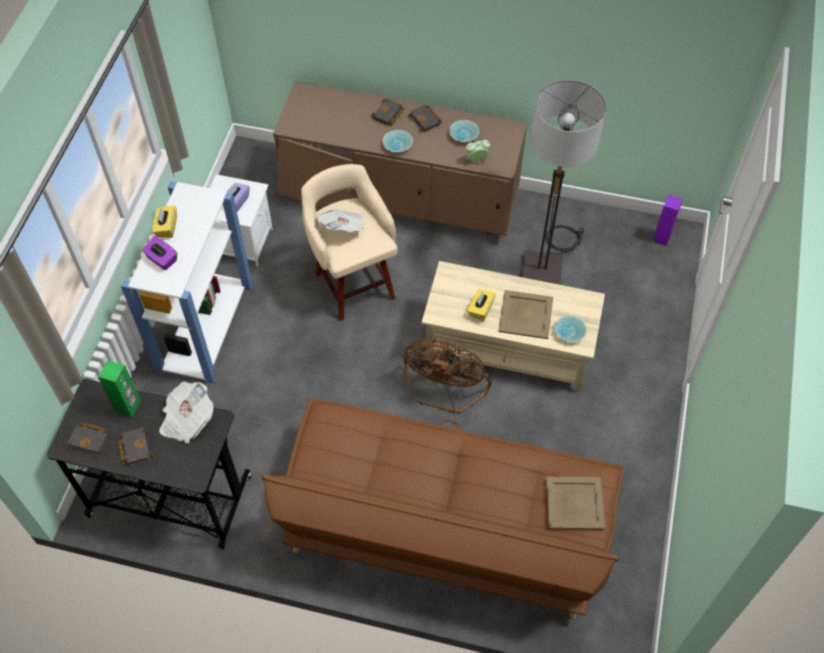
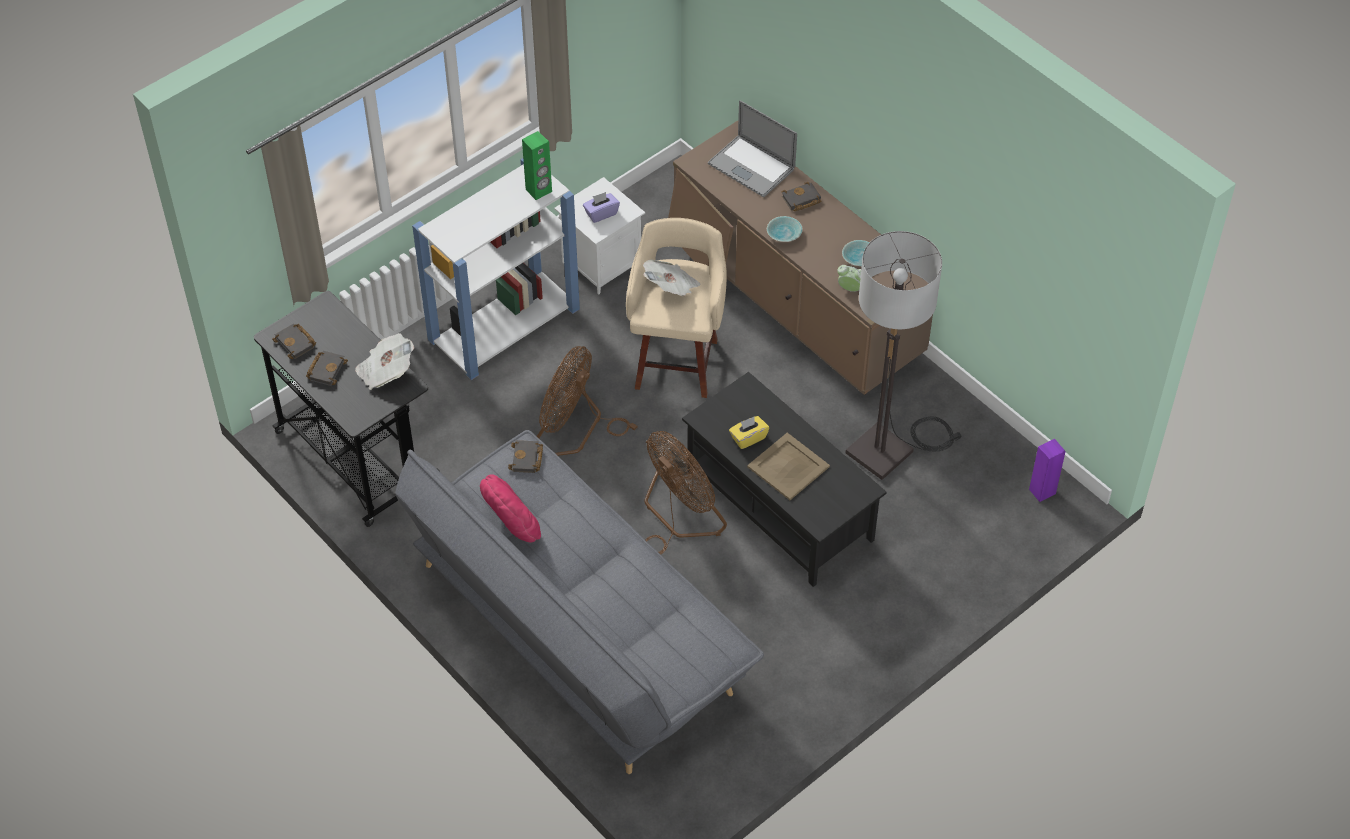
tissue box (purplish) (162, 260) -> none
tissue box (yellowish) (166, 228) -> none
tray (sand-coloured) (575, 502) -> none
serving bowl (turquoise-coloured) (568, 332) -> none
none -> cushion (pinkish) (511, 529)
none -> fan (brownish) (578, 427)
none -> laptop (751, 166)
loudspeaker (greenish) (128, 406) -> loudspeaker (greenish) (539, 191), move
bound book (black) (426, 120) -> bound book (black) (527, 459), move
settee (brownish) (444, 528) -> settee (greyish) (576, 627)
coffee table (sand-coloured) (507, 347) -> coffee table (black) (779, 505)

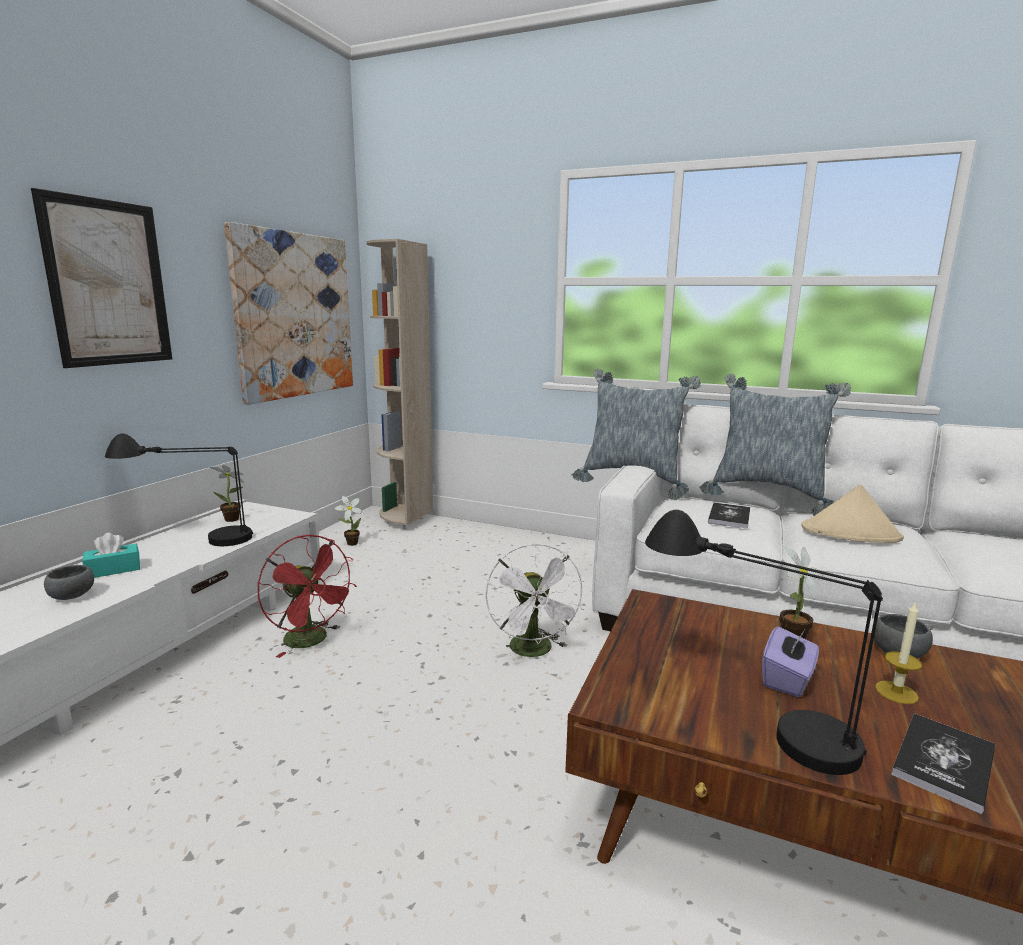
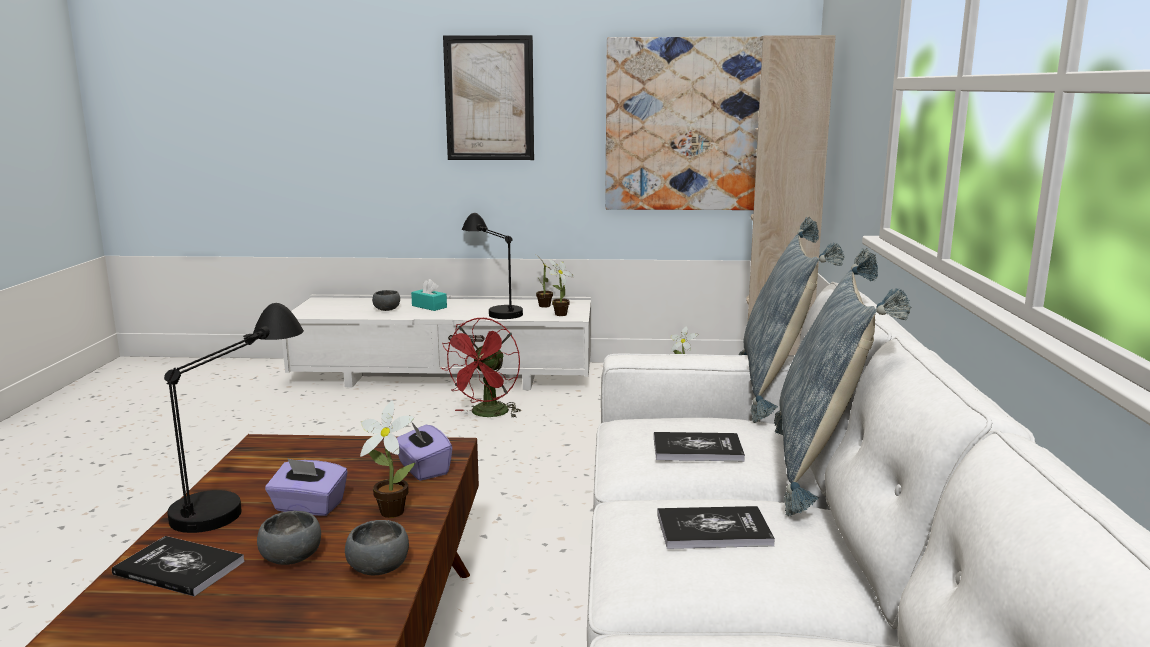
fan (white-coloured) (534, 652) -> none
none -> tissue box (purplish) (423, 469)
none -> houseplant (559, 315)
hat (sand-coloured) (851, 533) -> bound book (713, 530)
wax light (896, 692) -> serving bowl (greyish) (293, 559)

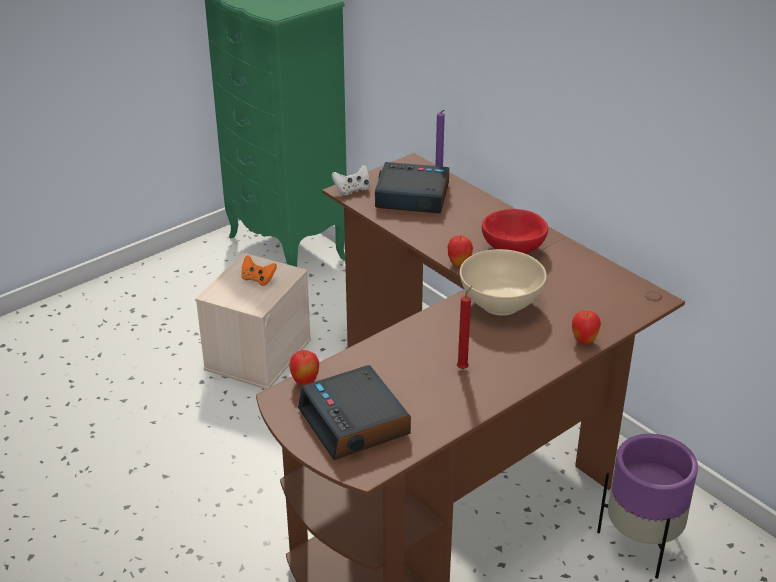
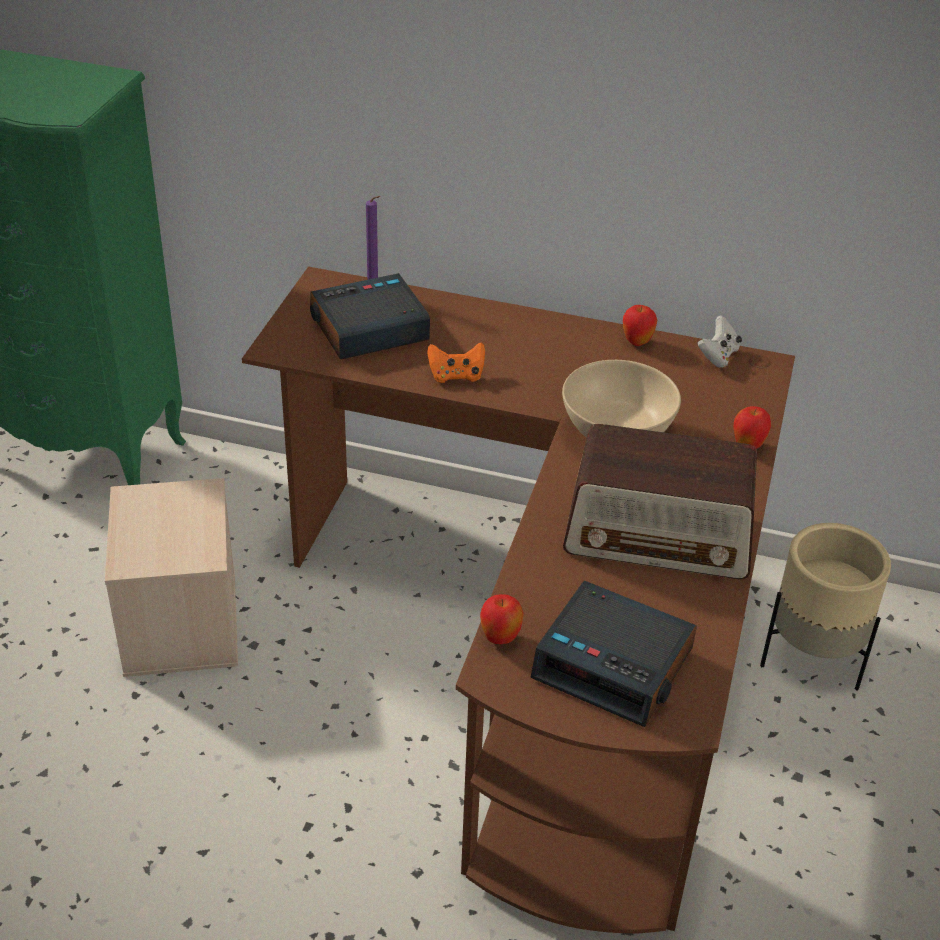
serving bowl (red-coloured) (513, 248) -> none
game controller (orangey) (258, 279) -> game controller (orangey) (456, 376), move
game controller (white-coloured) (352, 190) -> game controller (white-coloured) (718, 356), move
whole apple (459, 264) -> whole apple (637, 342), move
wax light (red-coloured) (463, 368) -> radio receiver (659, 535)
planter (purplish) (641, 544) -> planter (sand-coloured) (812, 659)

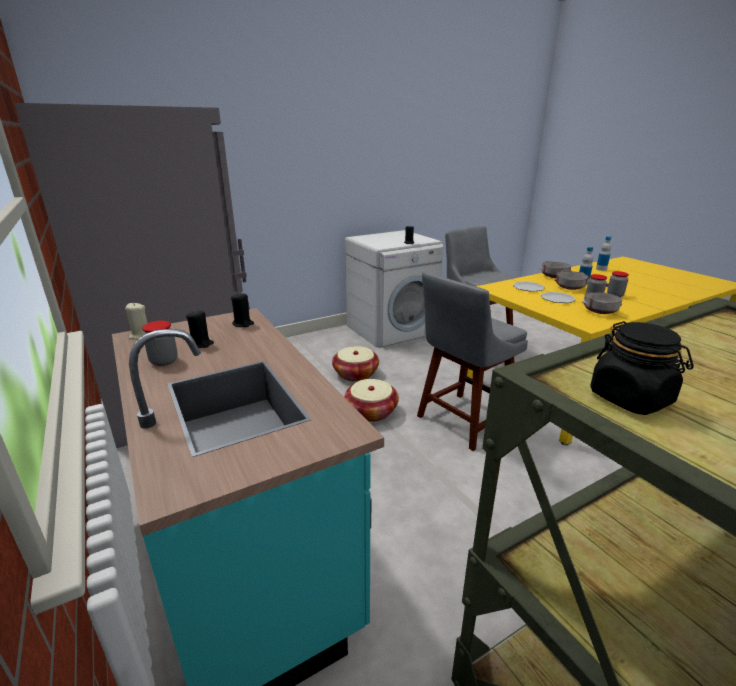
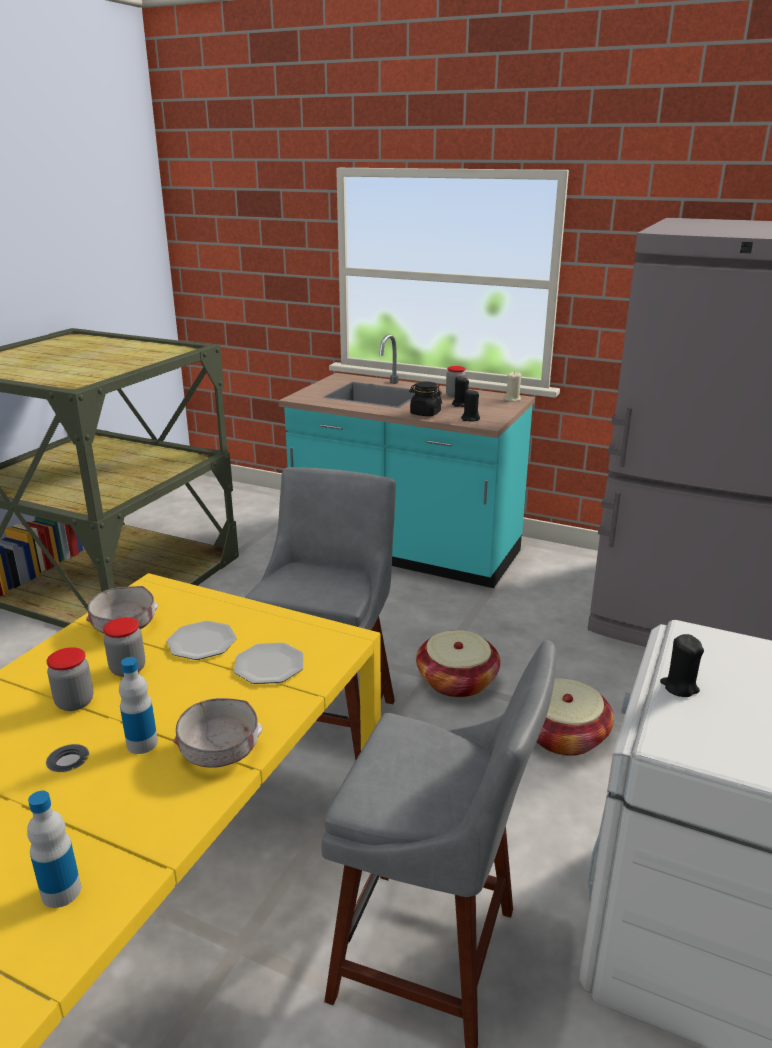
serving bowl (greyish) (569, 288) -> none
jar (black) (631, 398) -> jar (black) (425, 413), move

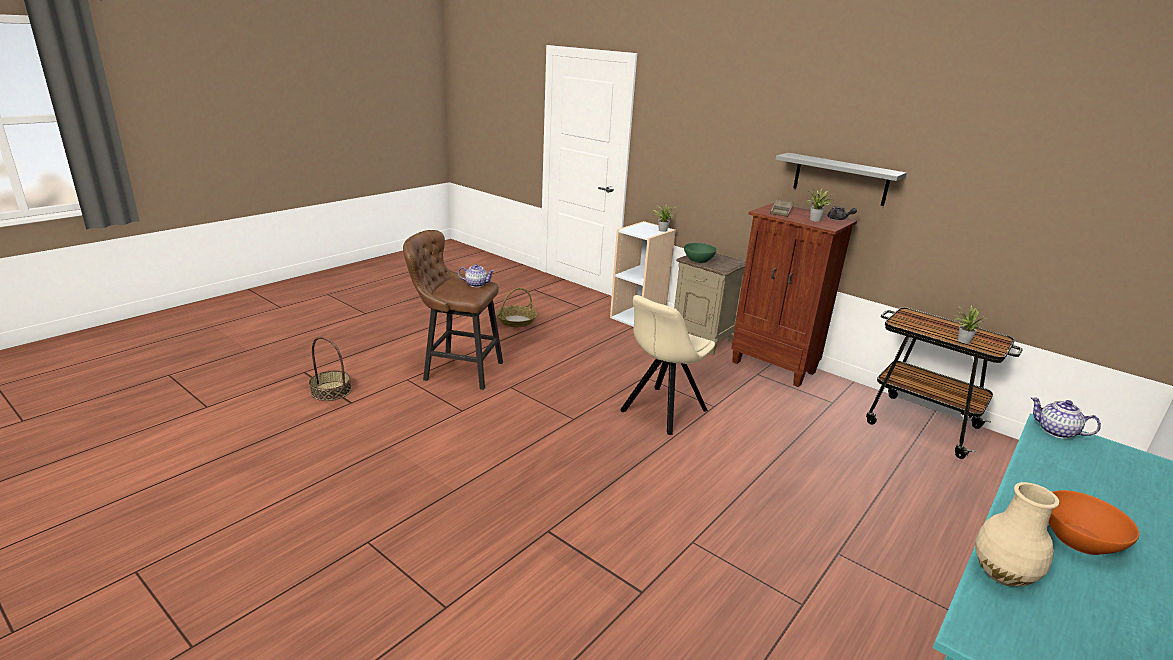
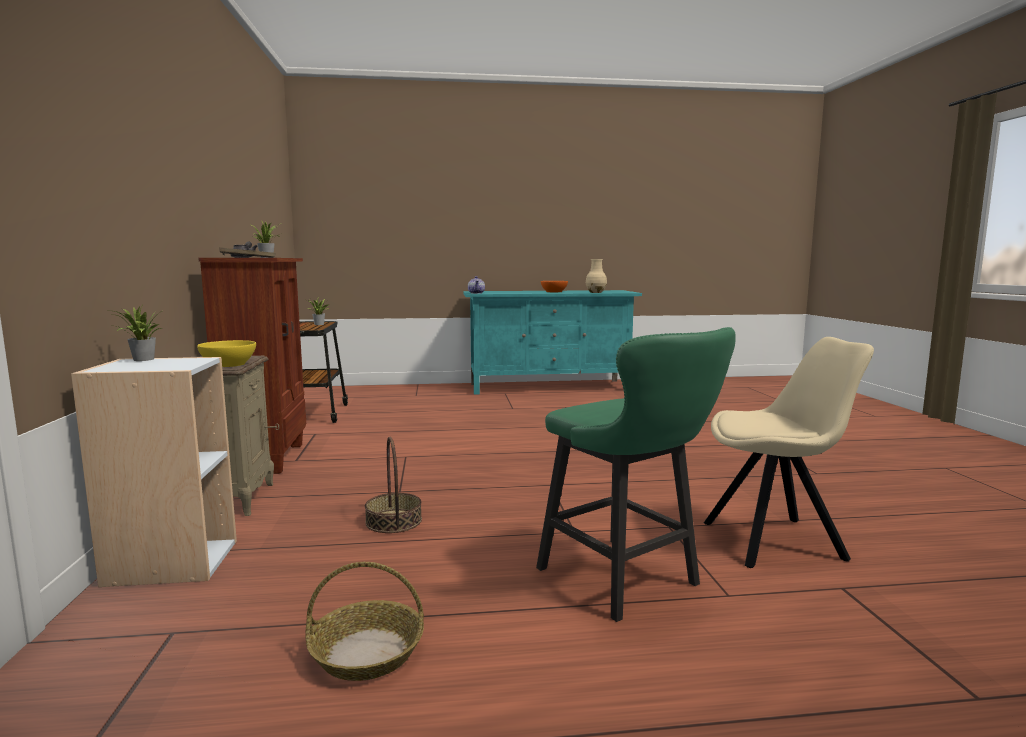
tea pot (476, 284) -> none
bracket shelf (greyish) (840, 179) -> none
basket (331, 391) -> basket (394, 521), move
chair (sand-coloured) (662, 410) -> chair (sand-coloured) (774, 541), move
stool seat (brownish) (454, 369) -> stool seat (greenish) (630, 584)
serving bowl (greenish) (698, 259) -> serving bowl (yellowish) (228, 364)

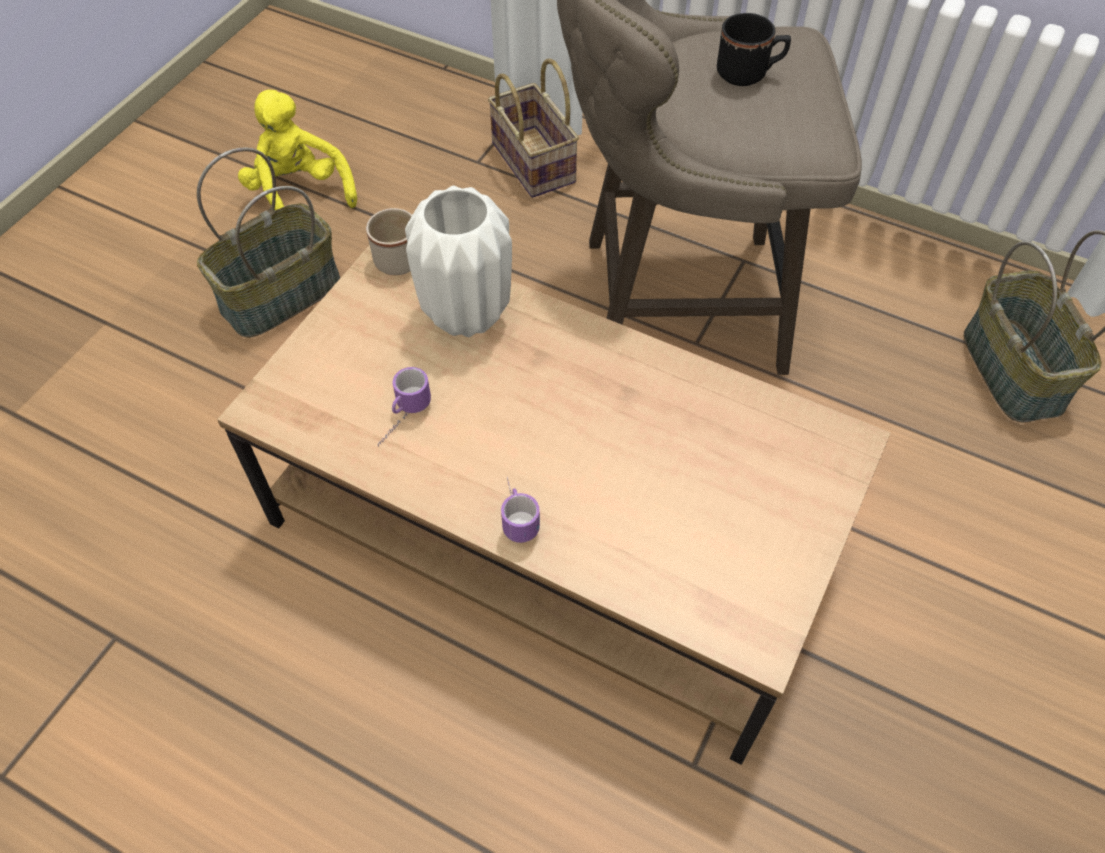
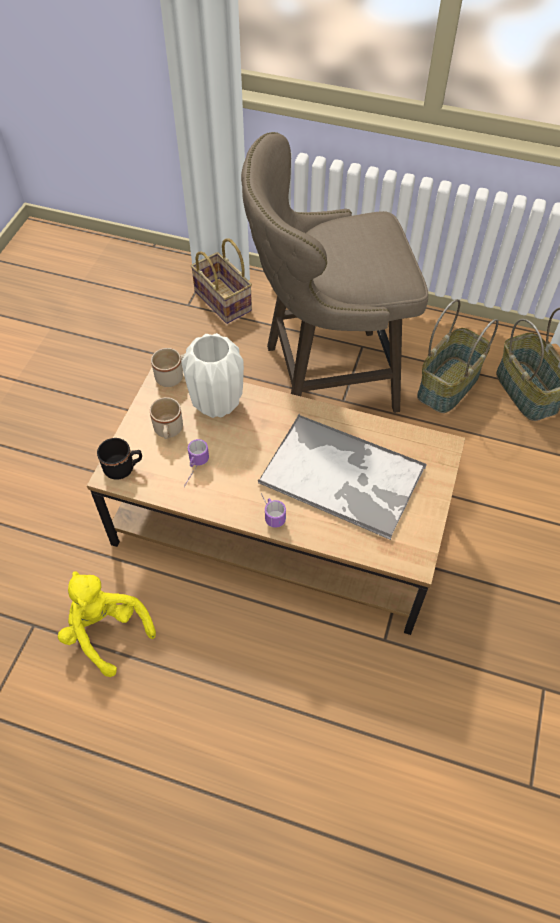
none -> mug (sand-coloured) (168, 431)
none -> tray (343, 476)
basket (281, 297) -> basket (449, 386), move
cuddly toy (yellowish) (299, 195) -> cuddly toy (yellowish) (106, 631), move
mug (black) (749, 73) -> mug (black) (124, 468), move

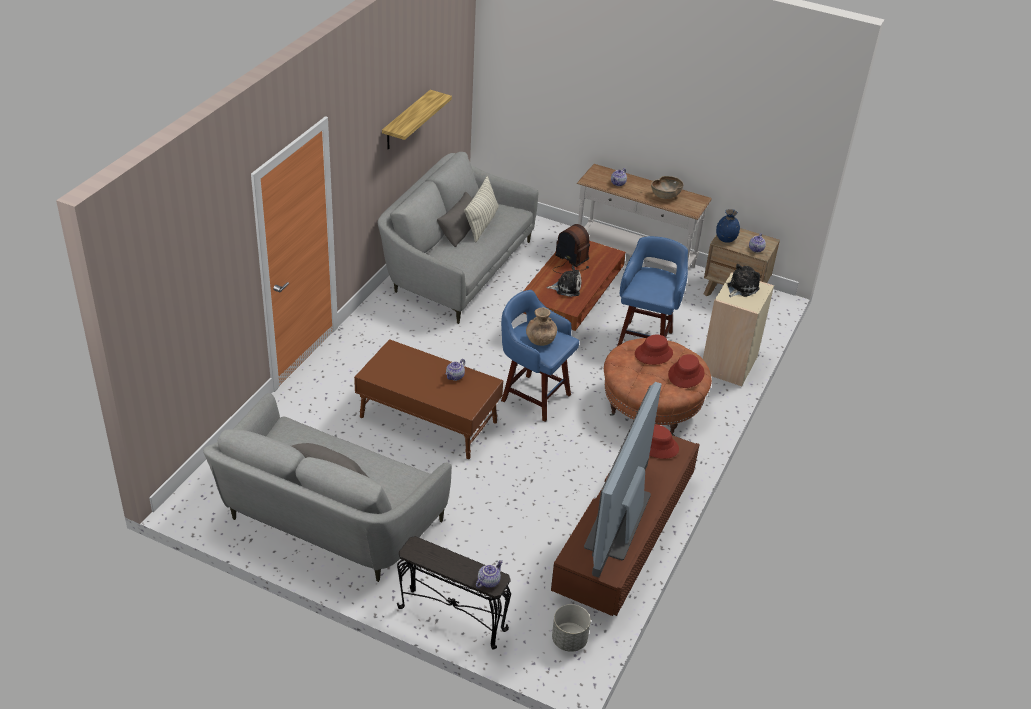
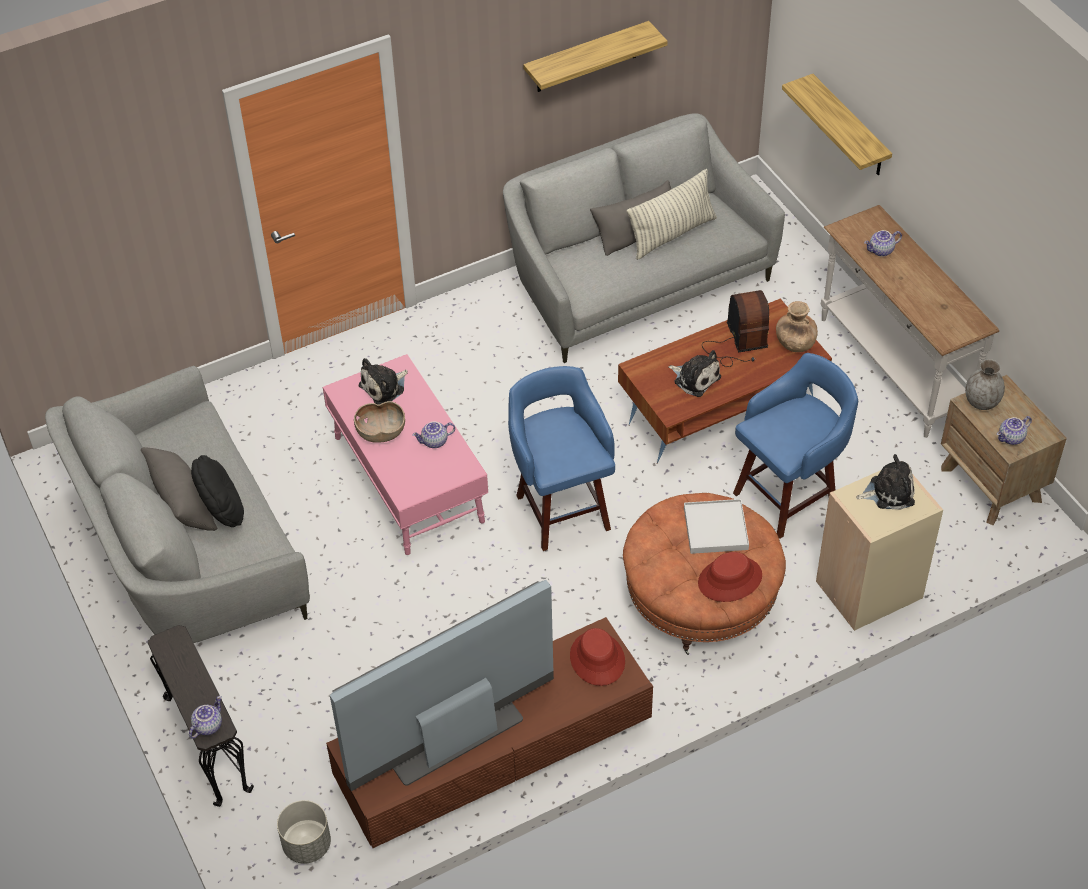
none -> cushion (black) (222, 512)
none -> cuddly toy (384, 387)
none -> bracket shelf (849, 127)
flower vase (brownish) (540, 340) -> flower vase (brownish) (794, 343), move
serving bowl (brownish) (665, 195) -> serving bowl (brownish) (381, 433), move
hat (red-coloured) (653, 353) -> tray (white-coloured) (716, 528)
coffee table (brownish) (427, 419) -> coffee table (pinkish) (408, 478)
flower vase (bluish) (726, 239) -> flower vase (greyish) (981, 402)
tea pot (488, 581) -> tea pot (207, 725), 45 degrees counterclockwise

